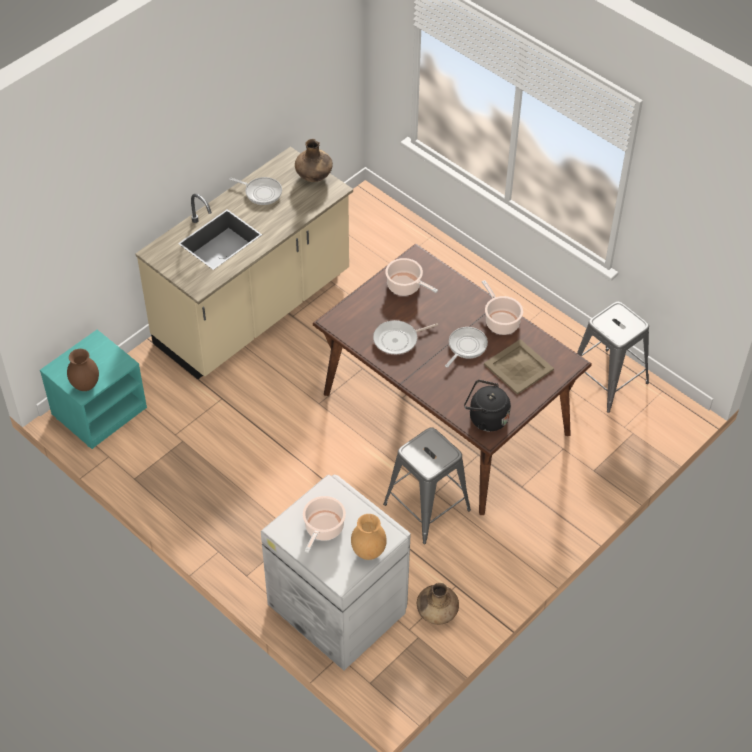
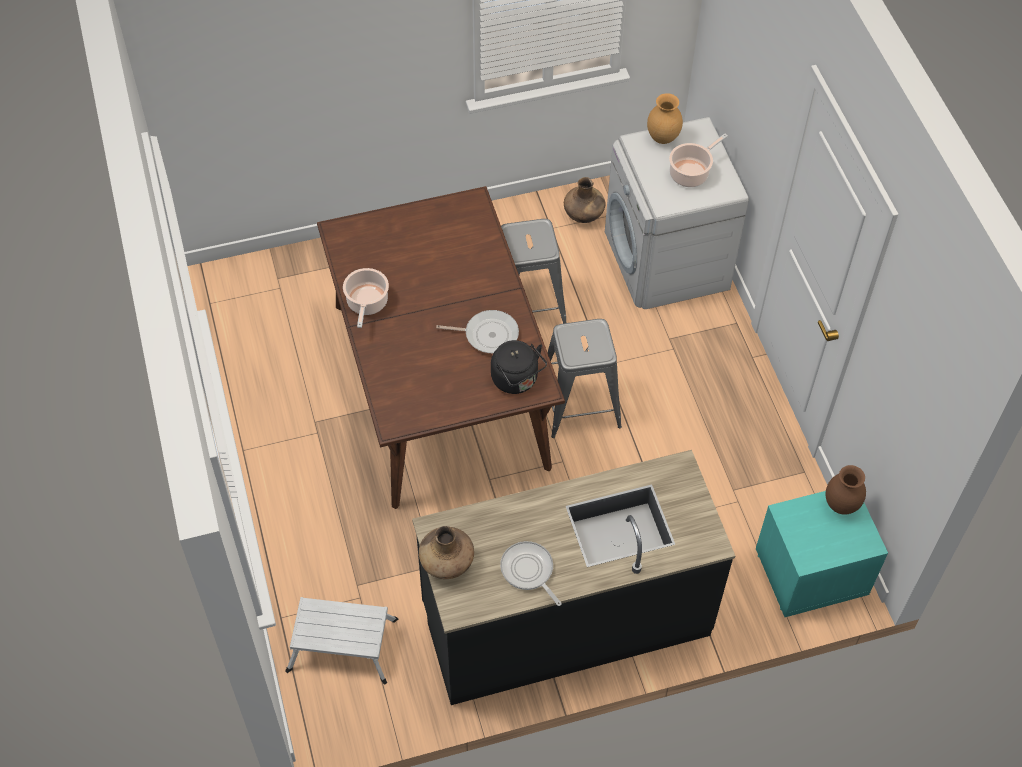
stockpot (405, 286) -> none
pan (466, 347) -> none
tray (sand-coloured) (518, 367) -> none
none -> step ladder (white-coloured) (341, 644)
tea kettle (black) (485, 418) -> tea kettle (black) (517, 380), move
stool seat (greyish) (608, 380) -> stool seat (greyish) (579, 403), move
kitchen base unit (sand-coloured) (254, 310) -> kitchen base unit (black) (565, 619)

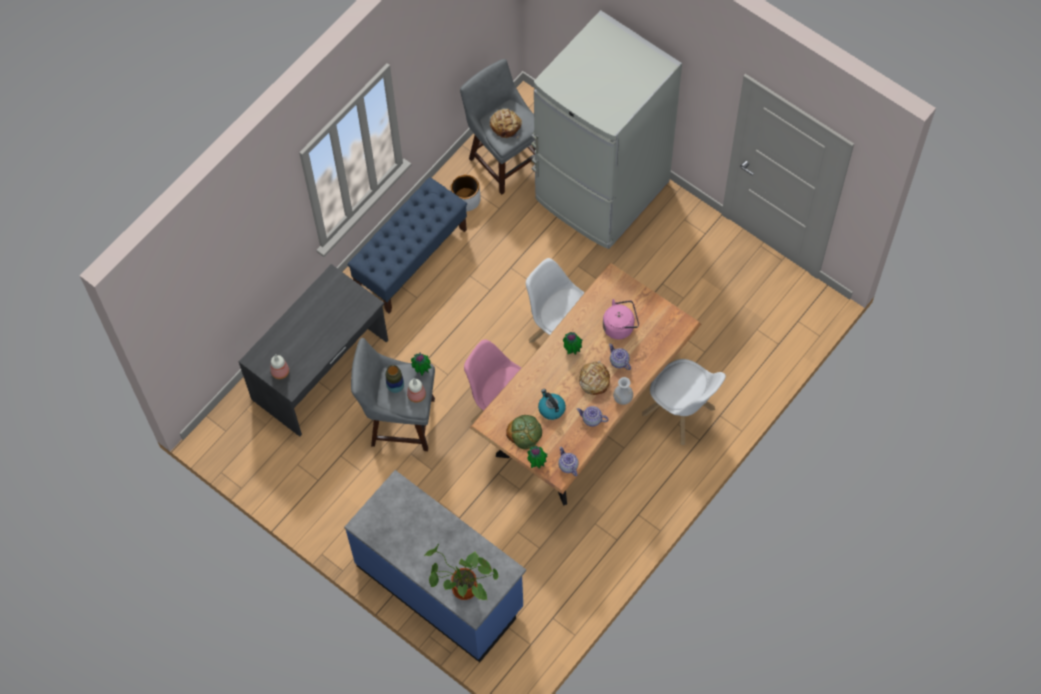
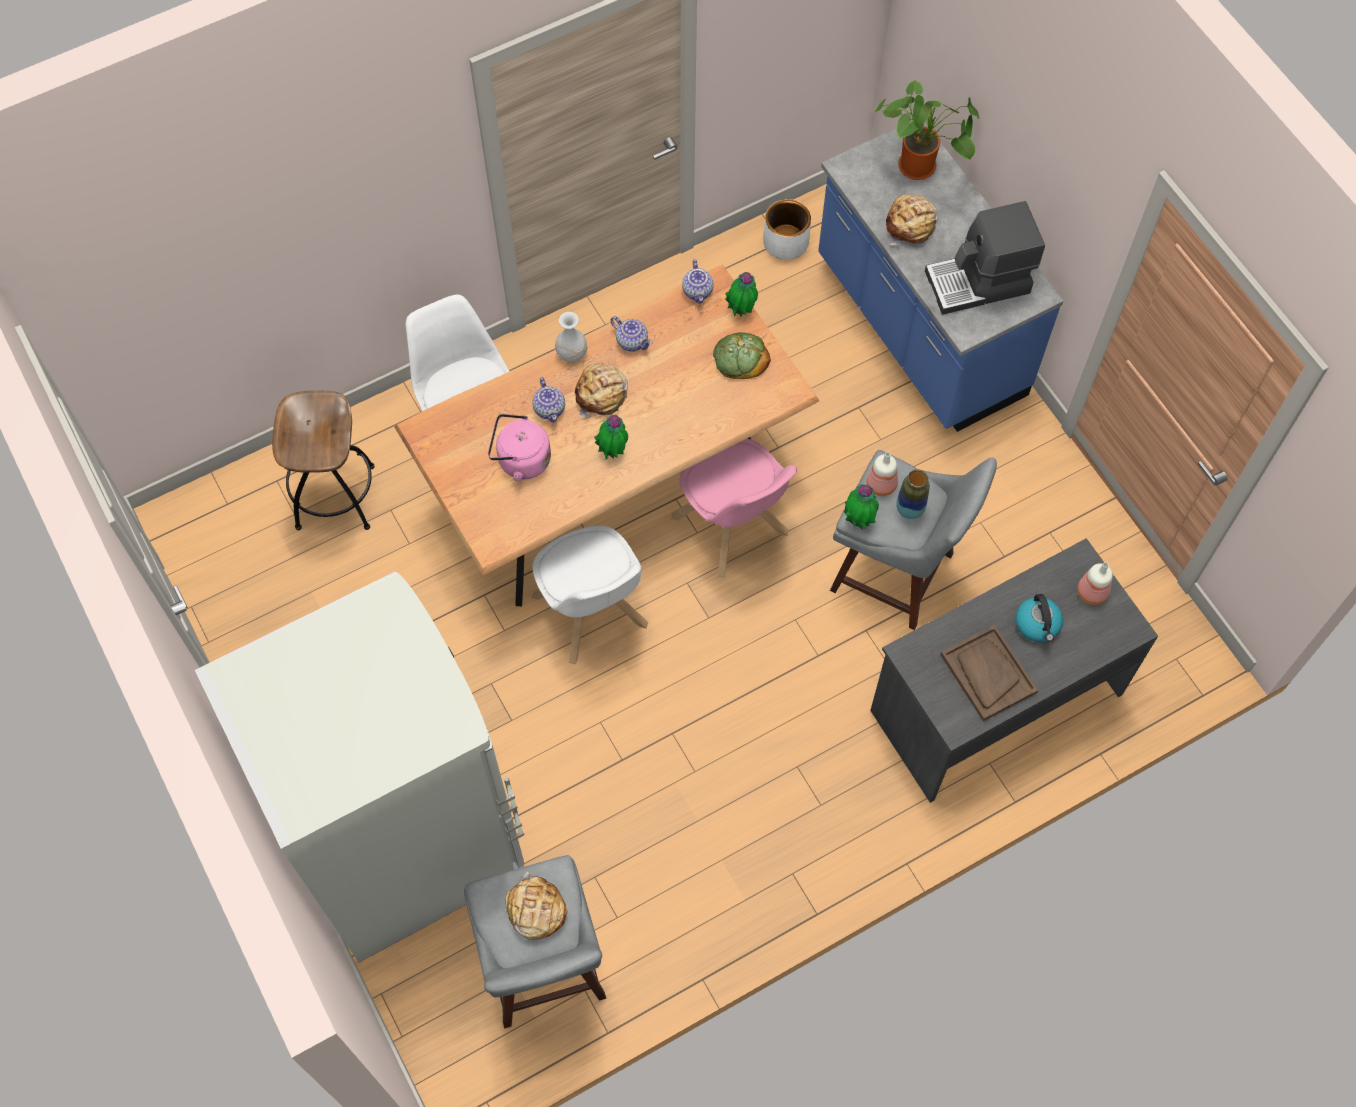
long seat (bluish) (411, 258) -> none
none -> stool seat (brownish) (335, 496)
none -> bakery bread (911, 225)
none -> coffee brewer (979, 283)
none -> tray (brownish) (988, 673)
planter (white-coloured) (466, 199) -> planter (white-coloured) (785, 242), move
tea kettle (551, 408) -> tea kettle (1038, 624), move

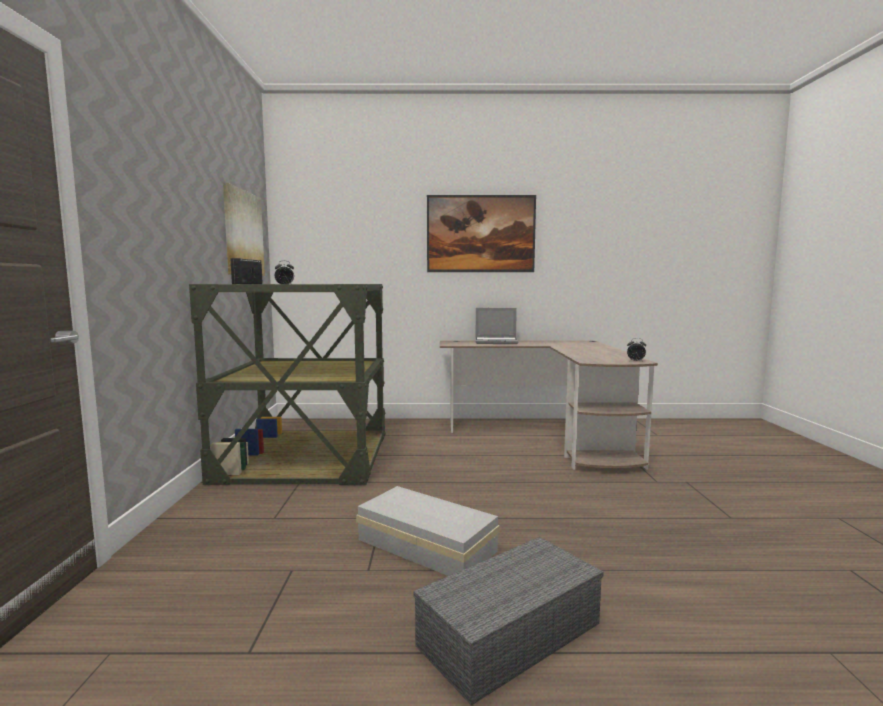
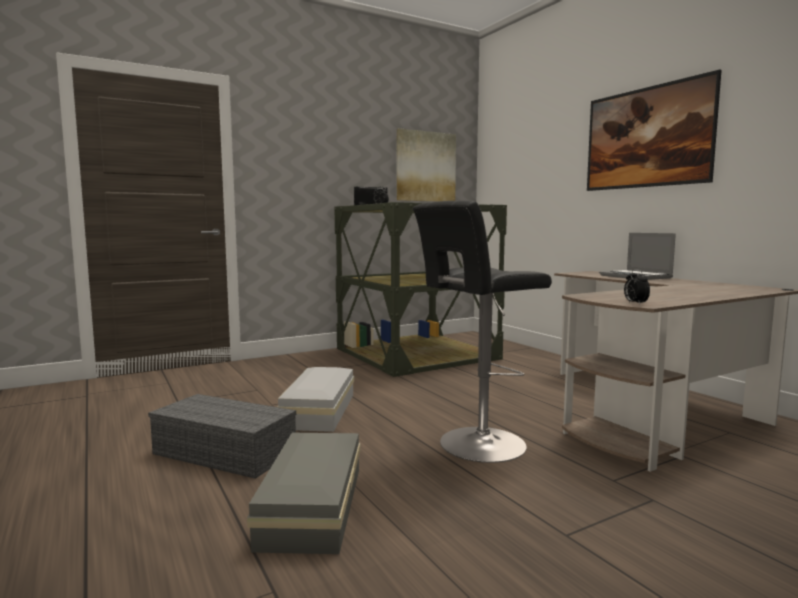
none -> storage container (greyish) (310, 507)
none -> stool seat (black) (477, 445)

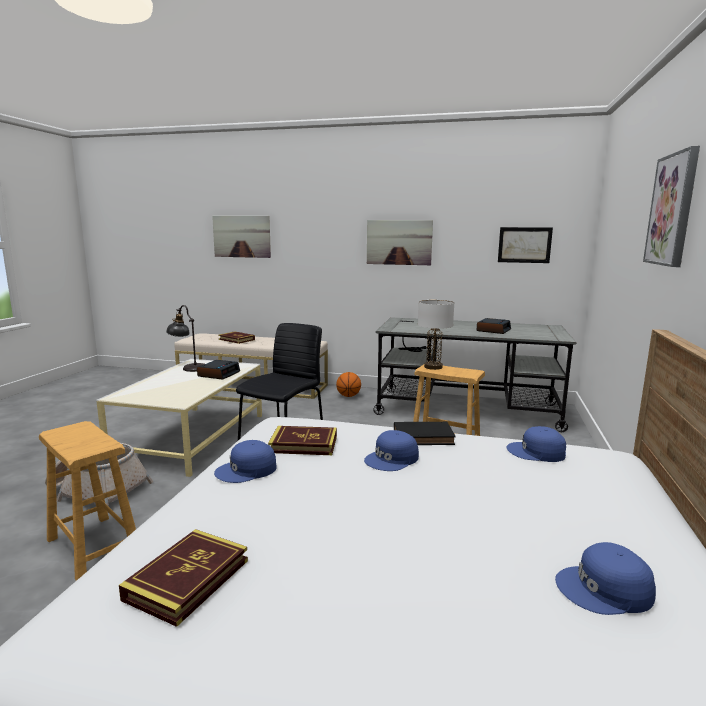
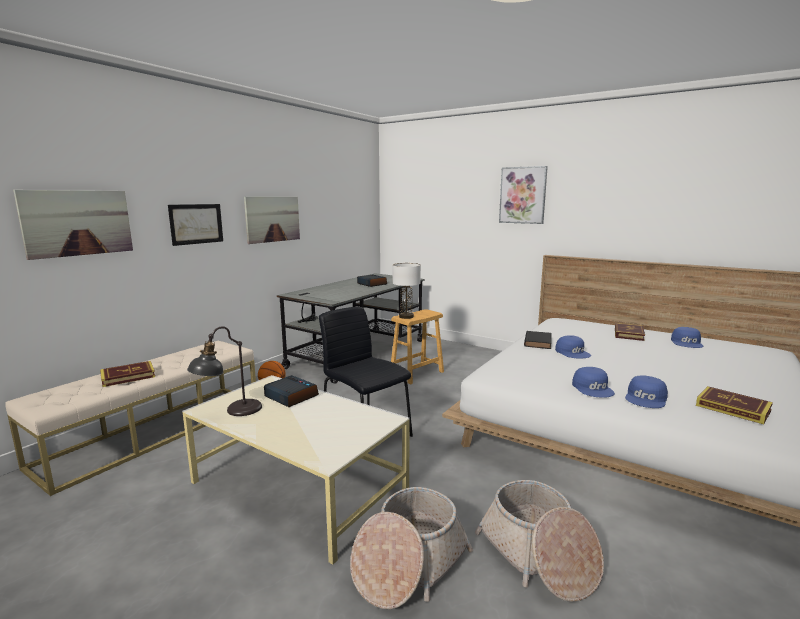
bound book (303, 444) -> bound book (628, 334), move
picture (524, 245) -> picture (196, 224), move
baseball cap (bluish) (536, 452) -> baseball cap (bluish) (646, 398), move
stool seat (brownish) (93, 546) -> basket (538, 556)

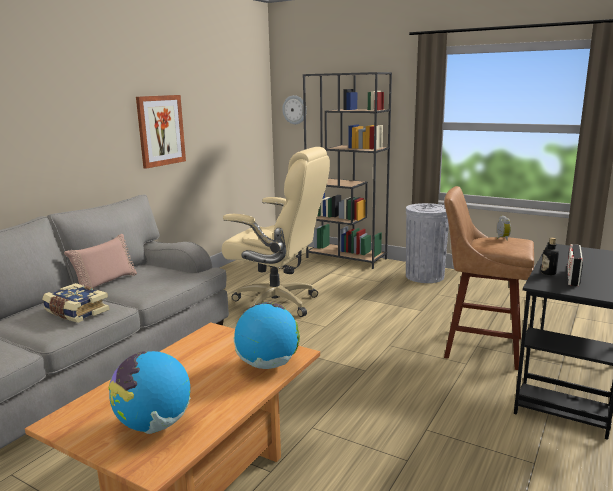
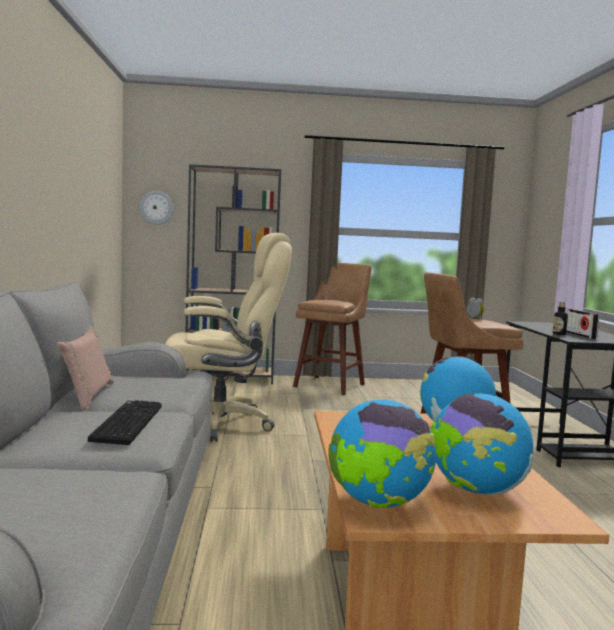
picture (160, 130) -> none
none -> globe (379, 504)
bound book (76, 312) -> computer keyboard (126, 423)
trash can (greyish) (424, 276) -> stool seat (brownish) (330, 385)

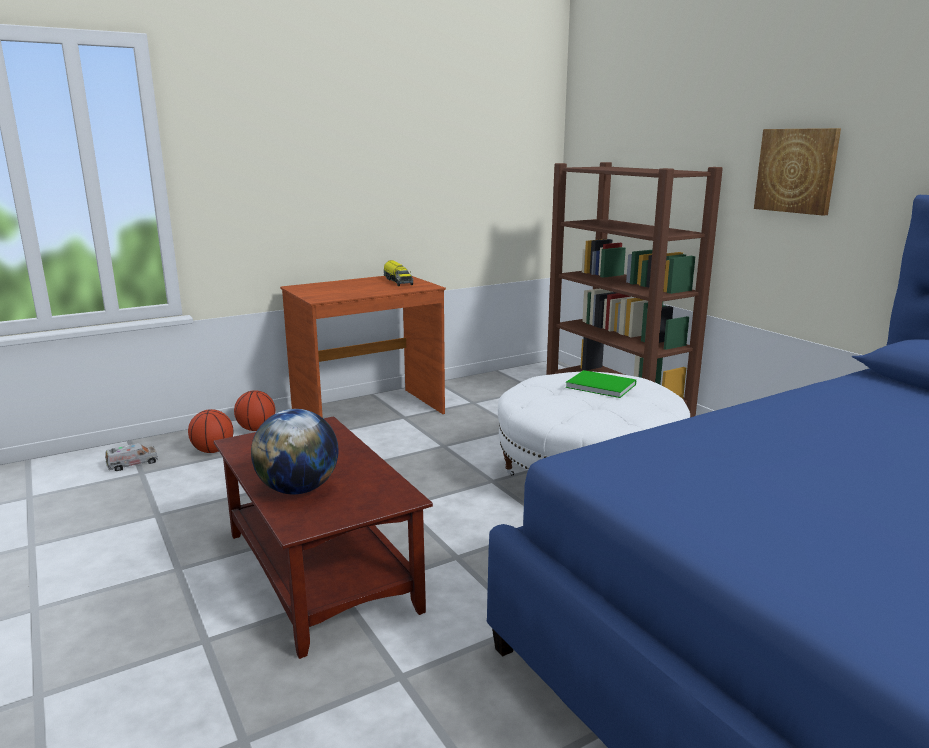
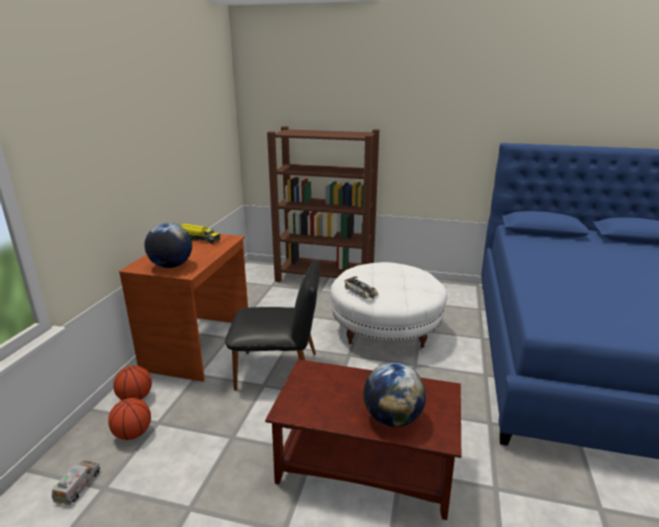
bound book (greenish) (599, 385) -> none
picture (797, 170) -> none
none -> globe (171, 266)
none -> chair (black) (277, 370)
none -> model car (361, 292)

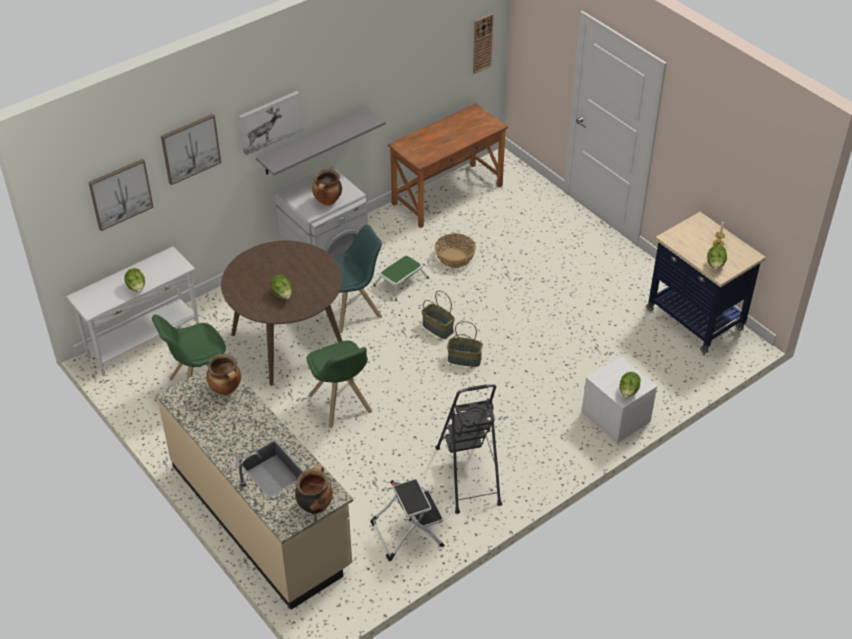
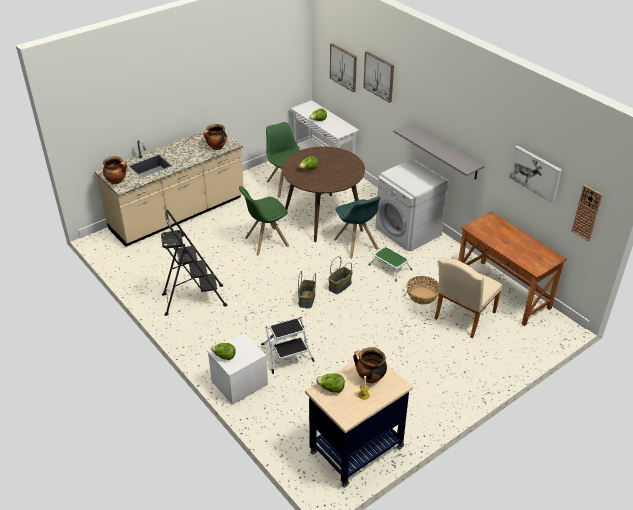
none -> chair (sand-coloured) (462, 317)
picture (270, 122) -> picture (535, 173), move
stockpot (328, 202) -> stockpot (369, 378), move
step ladder (408, 531) -> step ladder (286, 353), move

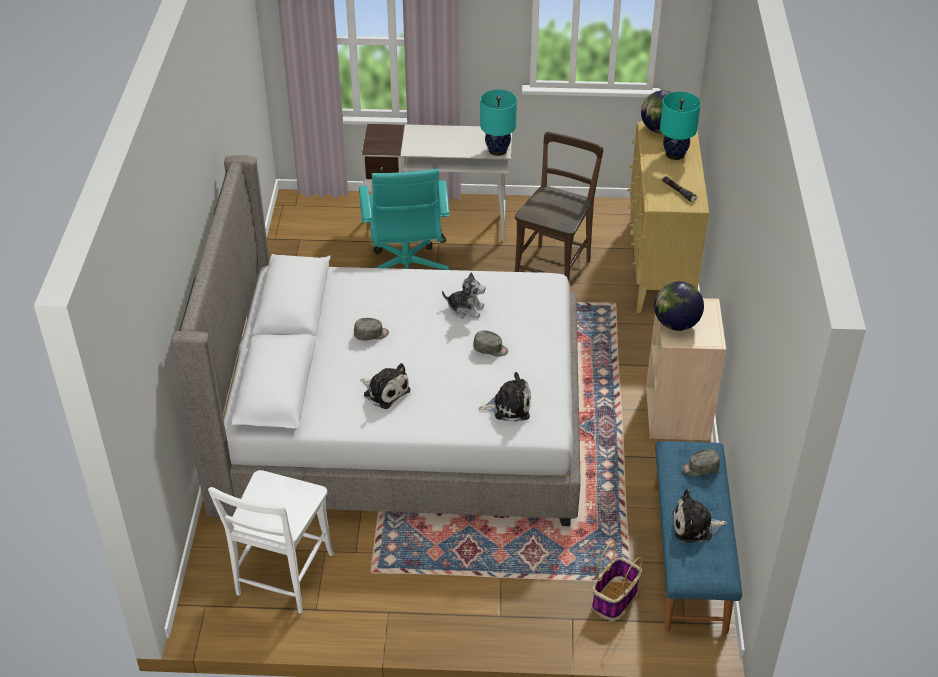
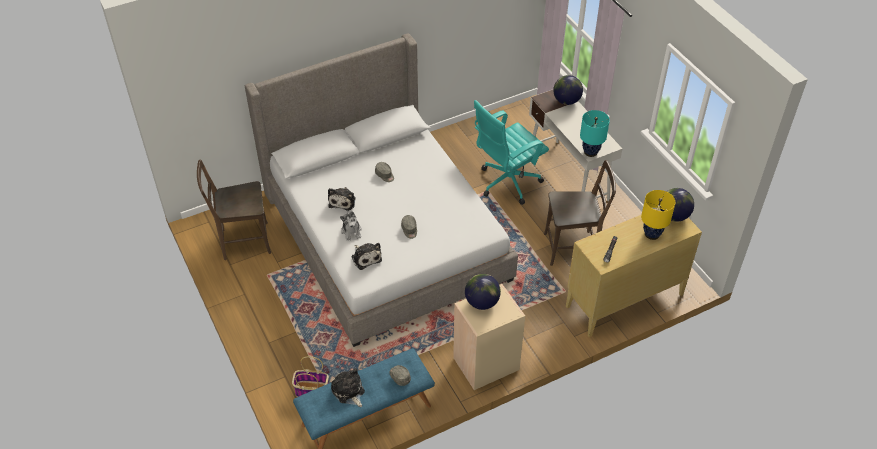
none -> globe (566, 101)
cuddly toy (465, 309) -> cuddly toy (351, 231), move
chair (white-coloured) (282, 578) -> chair (brownish) (242, 241)
table lamp (turquoise-coloured) (675, 154) -> table lamp (yellowish) (652, 234)

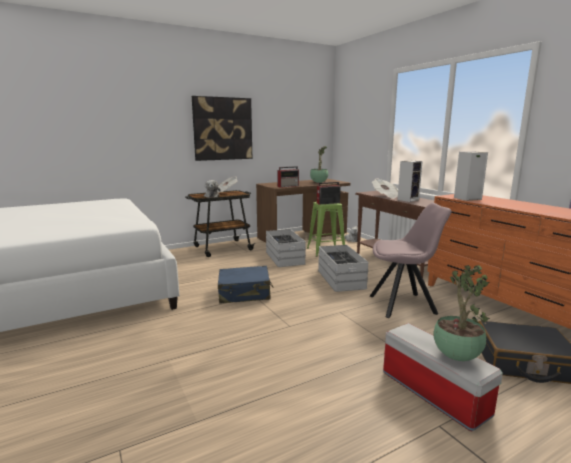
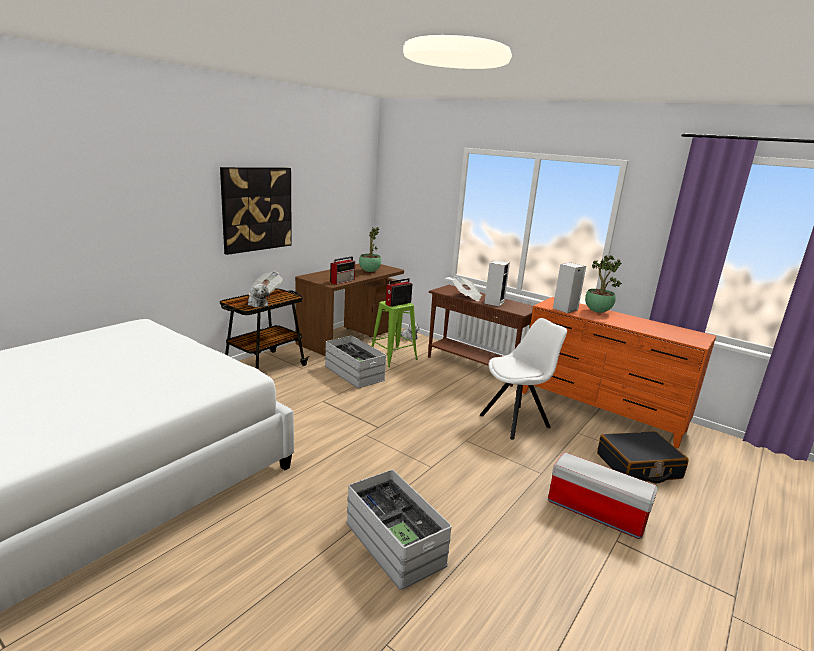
suitcase (bluish) (244, 293) -> none
storage container (greyish) (340, 279) -> storage container (greyish) (393, 543), move
houseplant (455, 356) -> houseplant (596, 311), move
chair (pinkish) (403, 305) -> chair (white-coloured) (515, 421)

